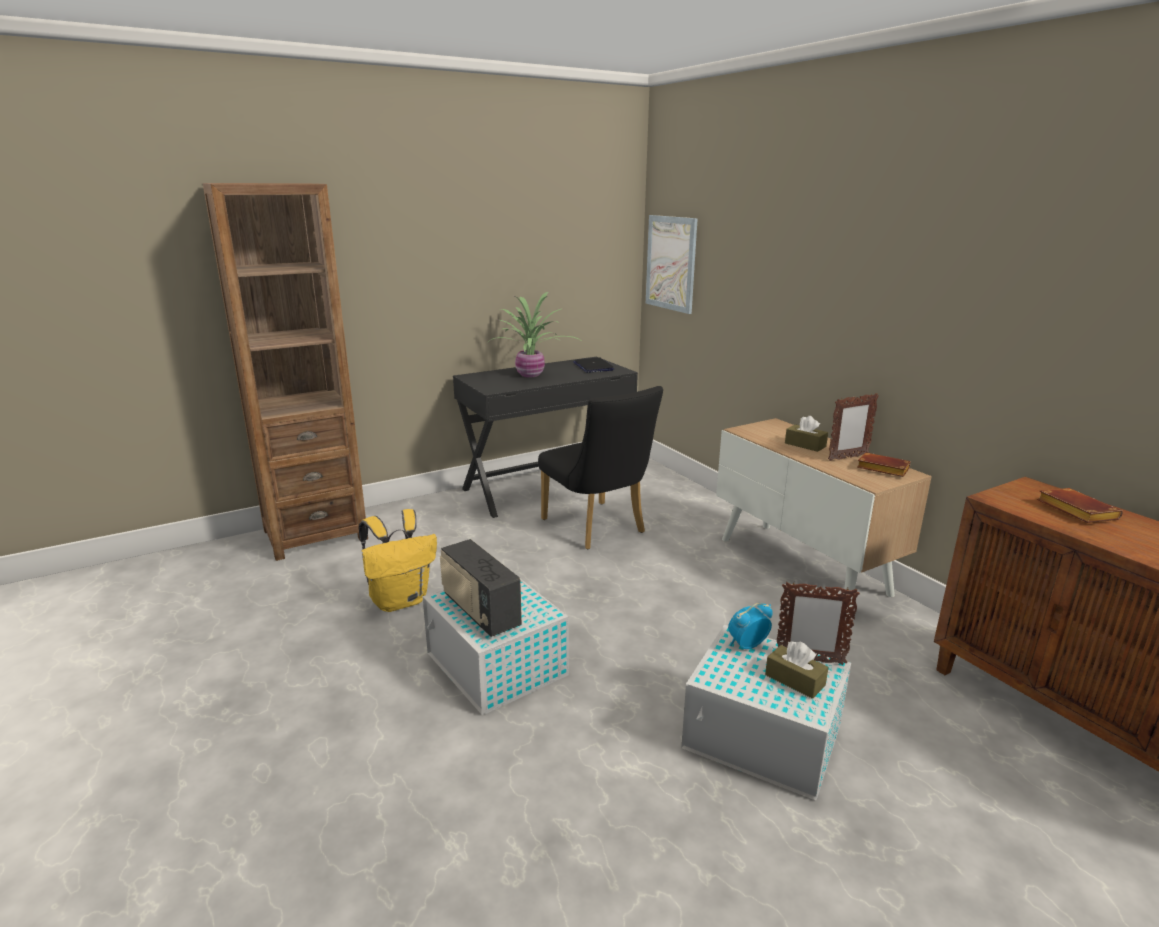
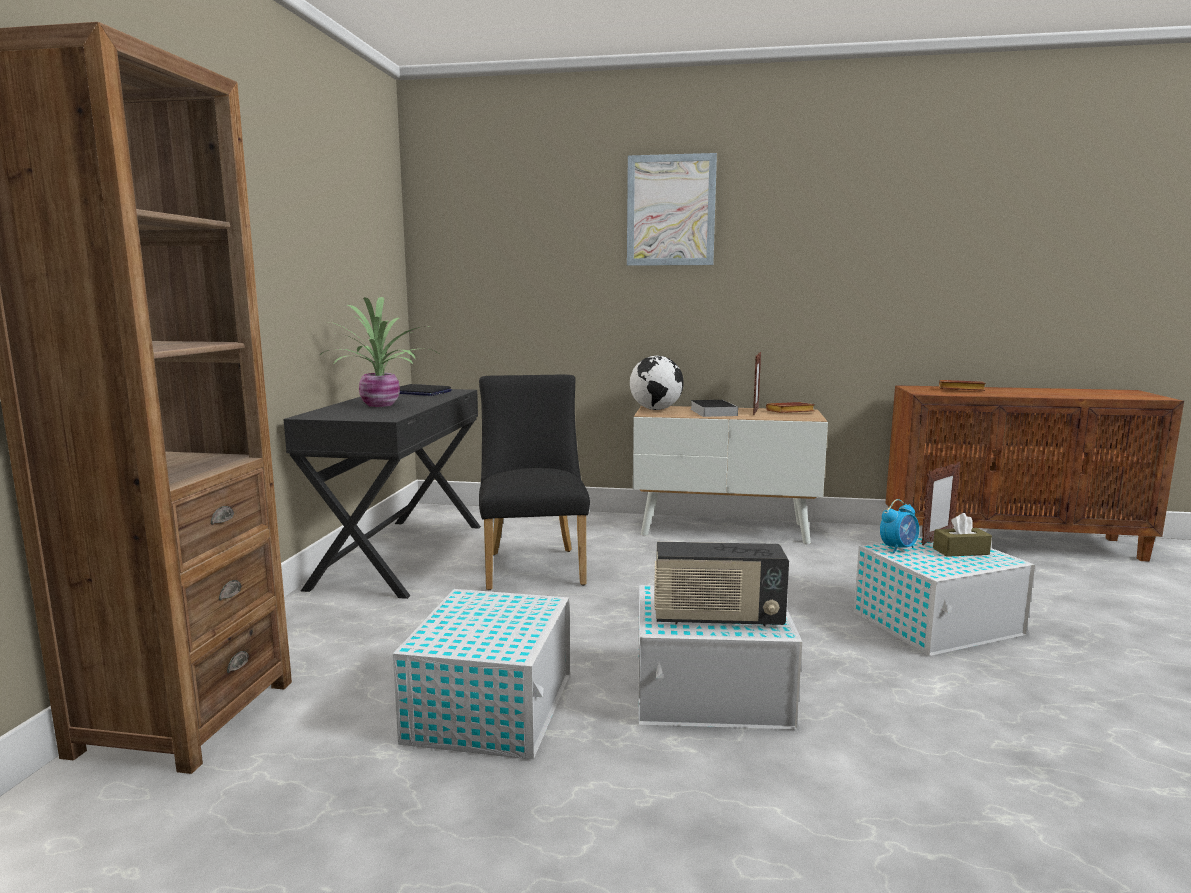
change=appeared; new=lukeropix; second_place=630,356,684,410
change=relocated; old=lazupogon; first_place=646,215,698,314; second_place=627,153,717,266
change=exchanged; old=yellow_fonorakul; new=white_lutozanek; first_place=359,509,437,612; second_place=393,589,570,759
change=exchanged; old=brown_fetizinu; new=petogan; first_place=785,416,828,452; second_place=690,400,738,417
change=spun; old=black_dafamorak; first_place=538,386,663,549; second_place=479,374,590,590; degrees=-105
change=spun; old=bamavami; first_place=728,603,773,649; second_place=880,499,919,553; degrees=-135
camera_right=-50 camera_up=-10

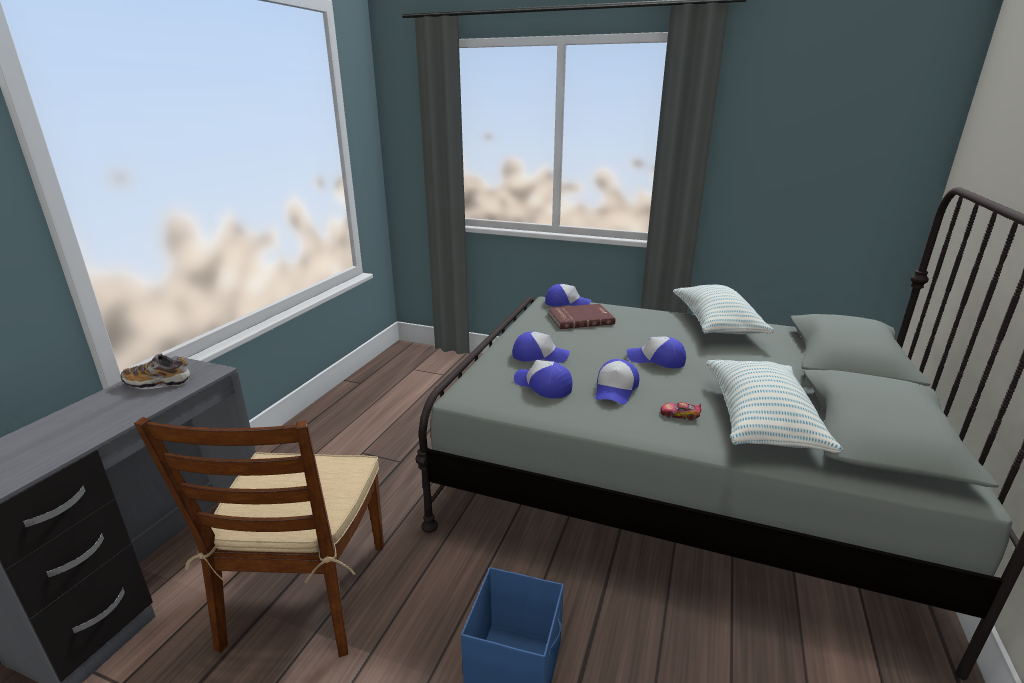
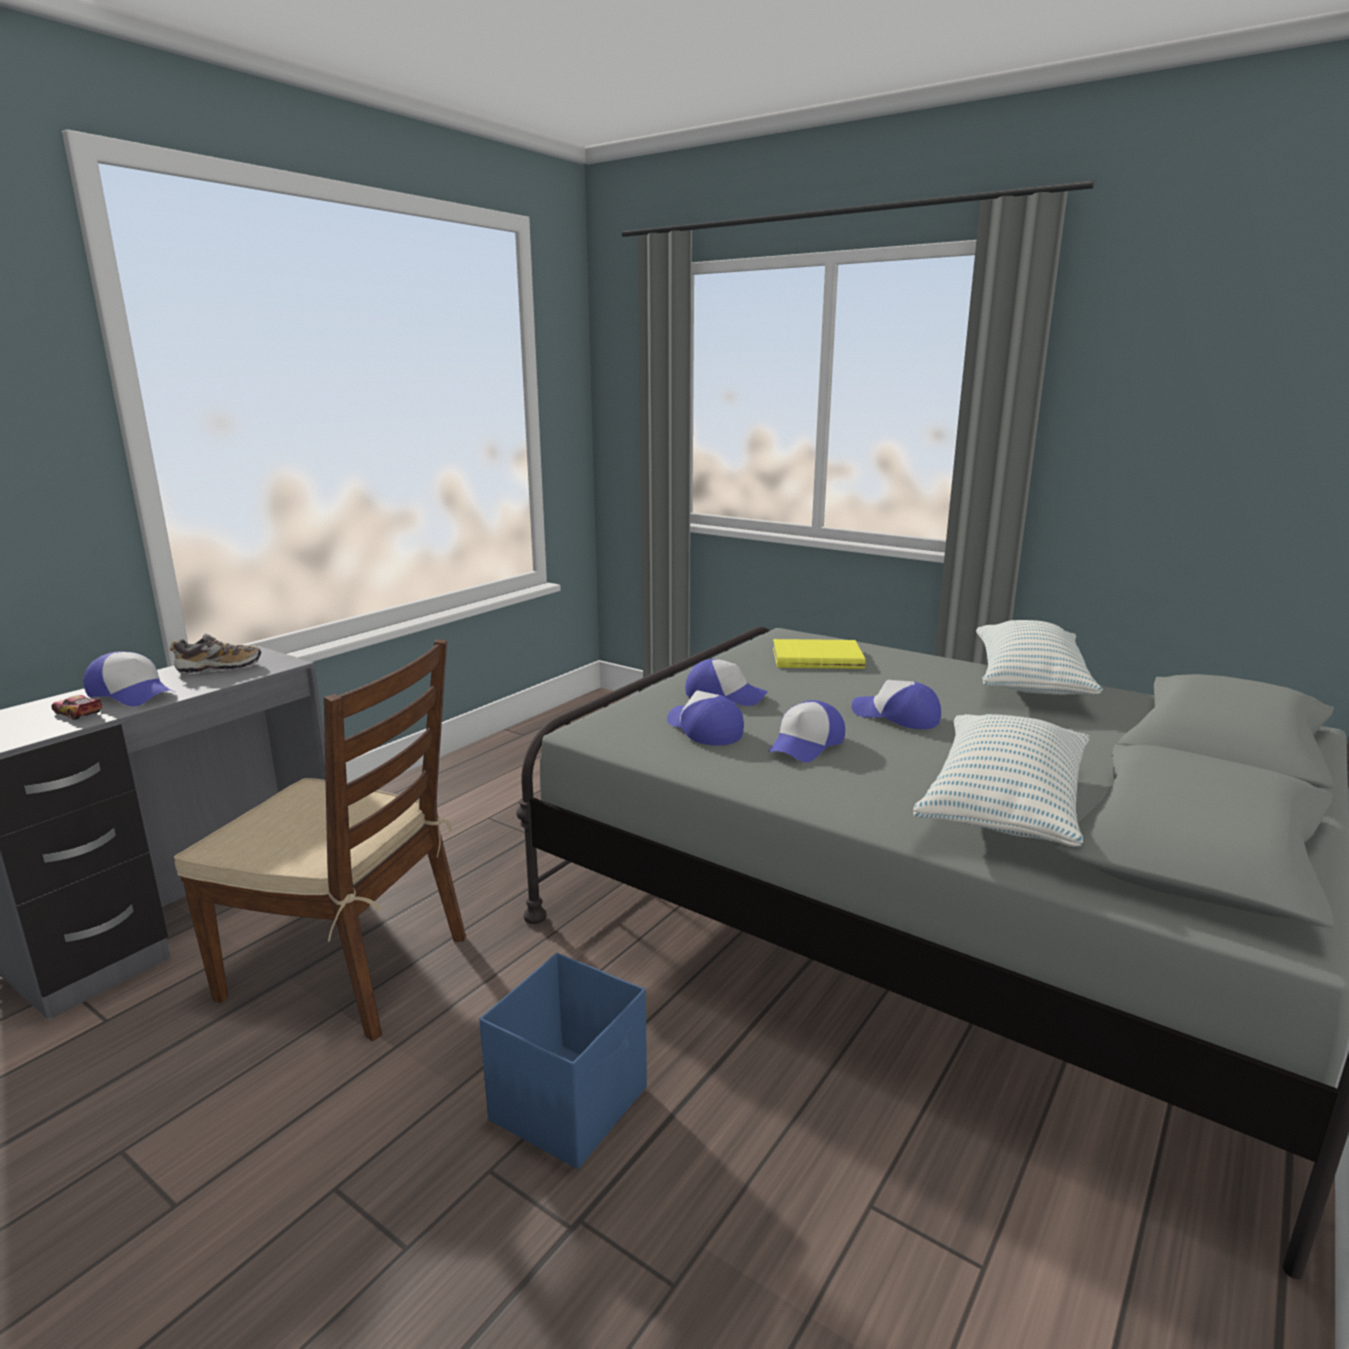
change=relocated; old=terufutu; first_place=545,284,591,307; second_place=83,651,177,706
change=relocated; old=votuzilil; first_place=660,402,702,421; second_place=52,695,102,720
change=colour; old=red_petogan; new=yellow_petogan; first_place=548,304,615,329; second_place=773,639,866,669
change=spun; old=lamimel; first_place=121,354,190,389; second_place=170,633,261,674; degrees=150
change=spun; old=brown_dafamorak; first_place=134,417,384,657; second_place=174,639,466,1041; degrees=-90
camera_right=15 camera_up=-5

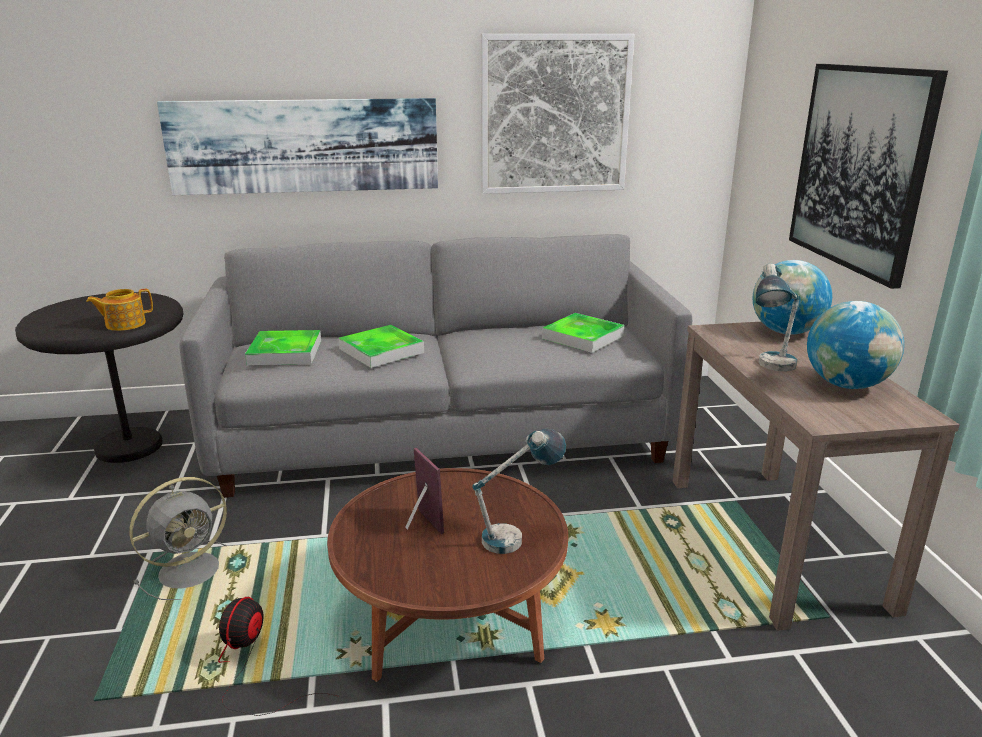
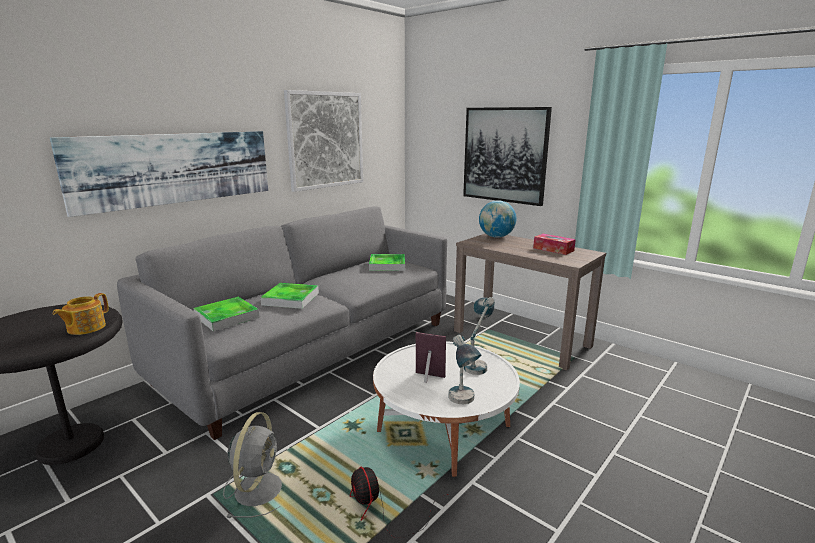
change=relocated; old=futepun; first_place=756,263,800,371; second_place=448,335,482,404
change=exchanged; old=lukeropix; new=fetizinu; first_place=807,301,904,389; second_place=533,234,576,255
change=colour; old=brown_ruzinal; new=white_ruzinal; first_place=327,468,568,682; second_place=373,341,520,477
camera_right=-40 camera_up=-5

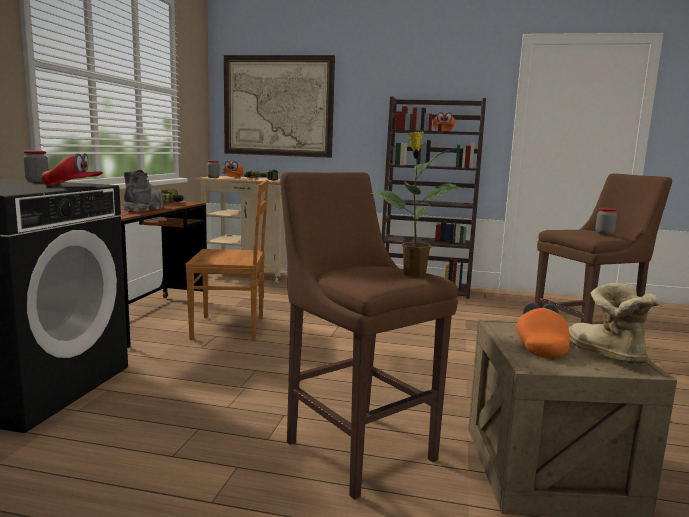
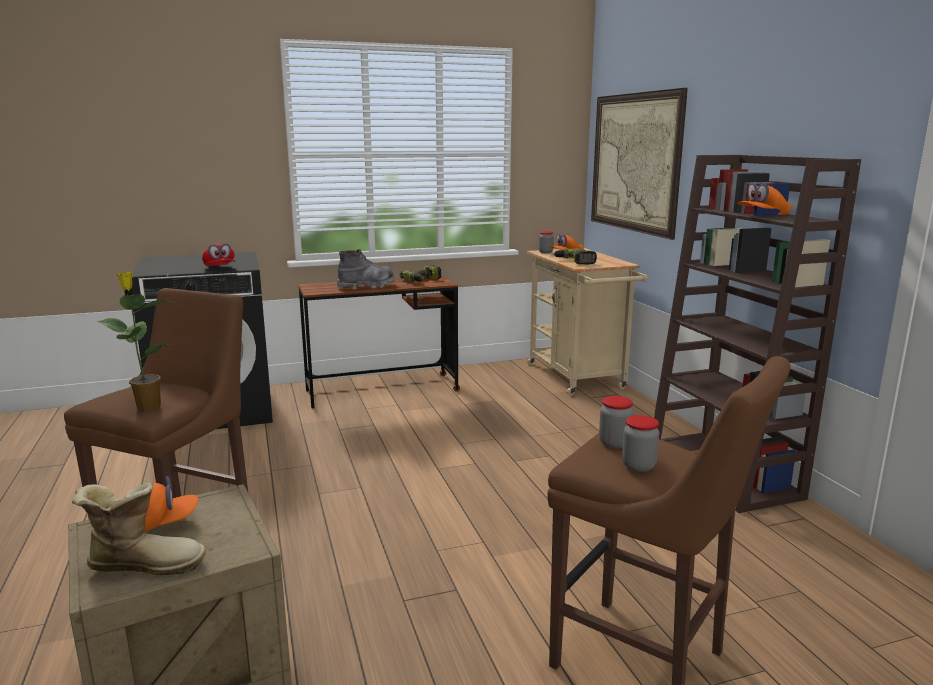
change=missing; old=brown_dafamorak; first_place=185,180,269,341
change=relocated; old=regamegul; first_place=23,150,49,182; second_place=599,396,633,448
change=spun; old=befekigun; first_place=568,283,660,364; second_place=72,483,206,575; degrees=45
camera_right=60 camera_up=5

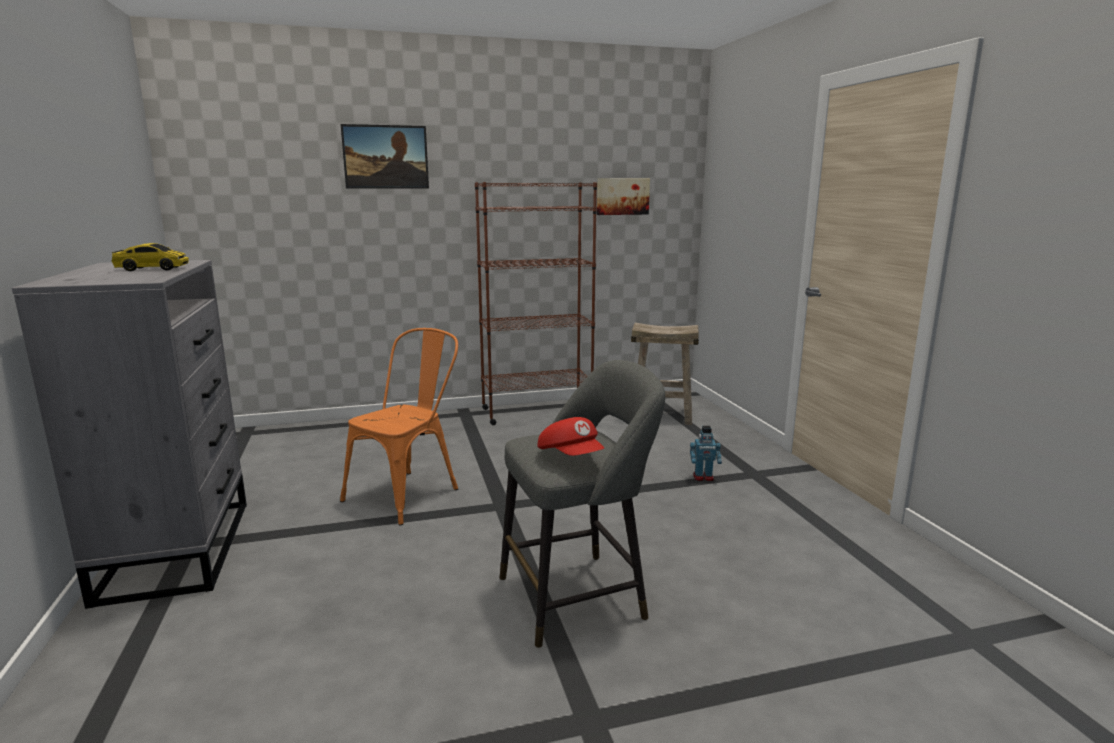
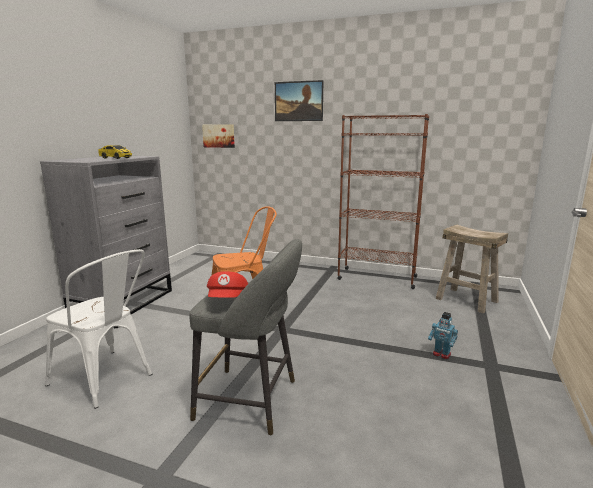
change=appeared; new=white_dafamorak; second_place=45,249,152,409
change=relocated; old=lazupogon; first_place=597,178,650,215; second_place=202,124,235,148
camera_right=35 camera_up=0

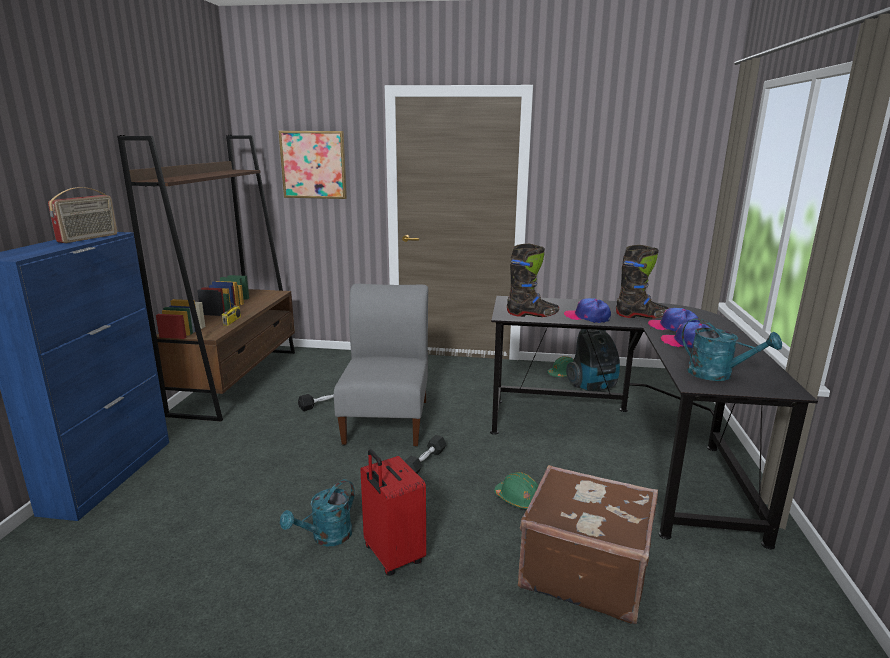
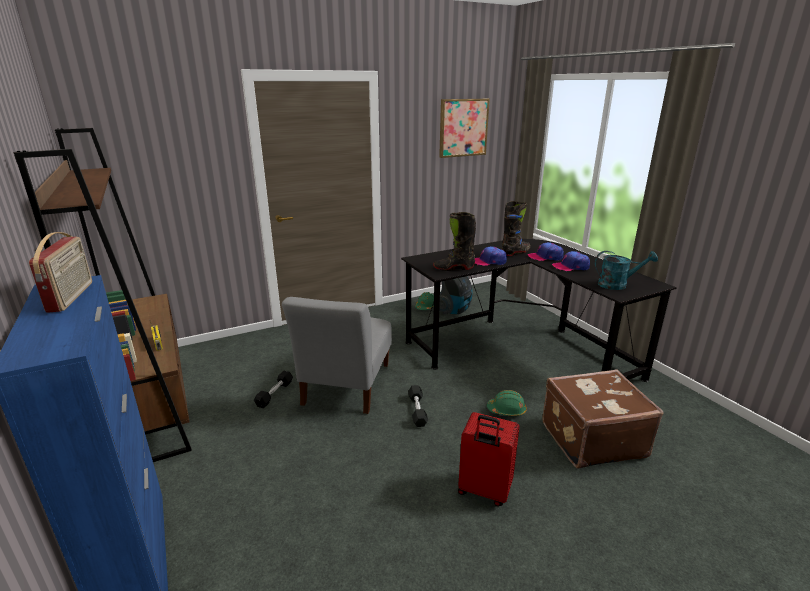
change=missing; old=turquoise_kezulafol; first_place=280,479,355,547
change=relocated; old=lazupogon; first_place=278,131,347,199; second_place=439,99,490,158
change=spun; old=grey_dafamorak; first_place=334,284,428,446; second_place=282,297,392,414; degrees=-135
change=spun; old=black_befekigun; first_place=507,244,559,317; second_place=433,212,476,271; degrees=-150
camera_right=-35 camera_up=5

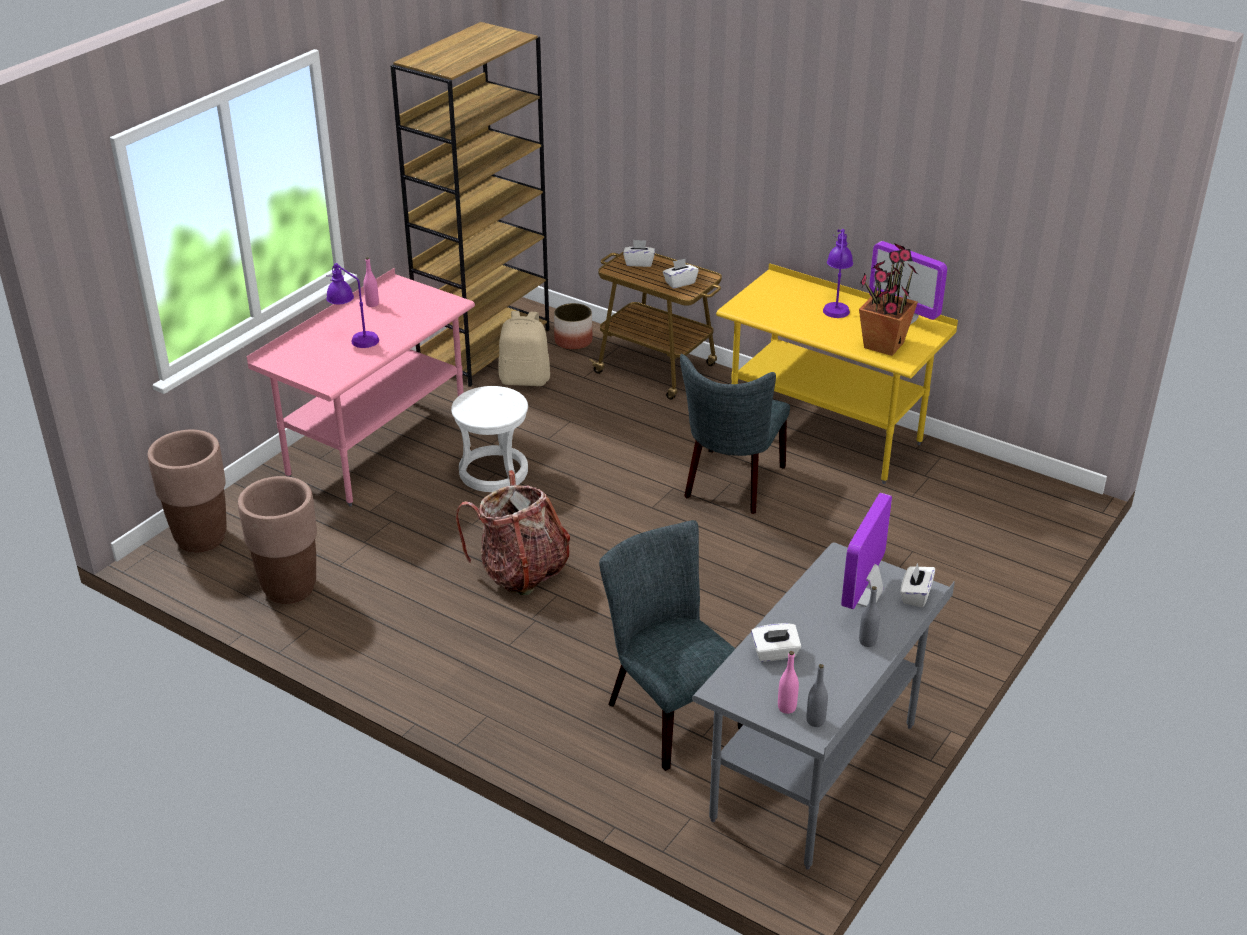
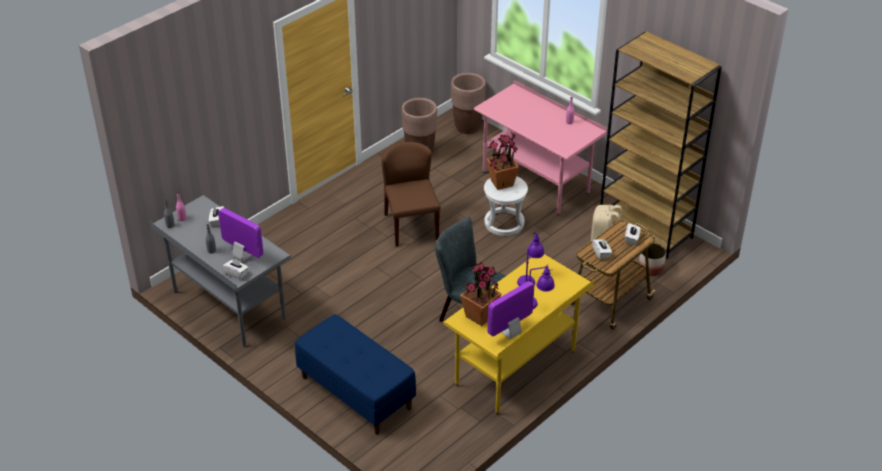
change=missing; old=grey_dafamorak; first_place=599,520,743,771
change=appeared; new=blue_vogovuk; second_place=295,314,416,435
change=appeared; new=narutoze; second_place=486,132,519,190
change=relocated; old=purple_futepun; first_place=326,263,379,348; second_place=517,232,545,286
change=exchanged; old=fonorakul; new=brown_dafamorak; first_place=456,470,570,595; second_place=382,142,441,246
camera_right=100 camera_up=5

